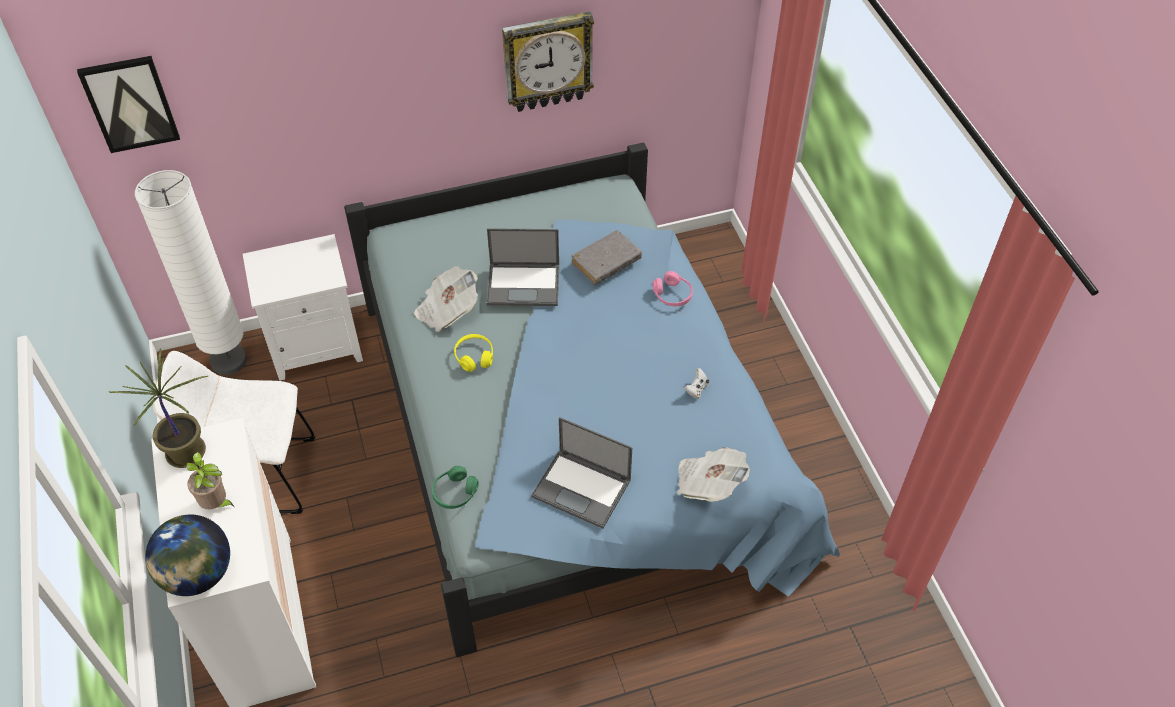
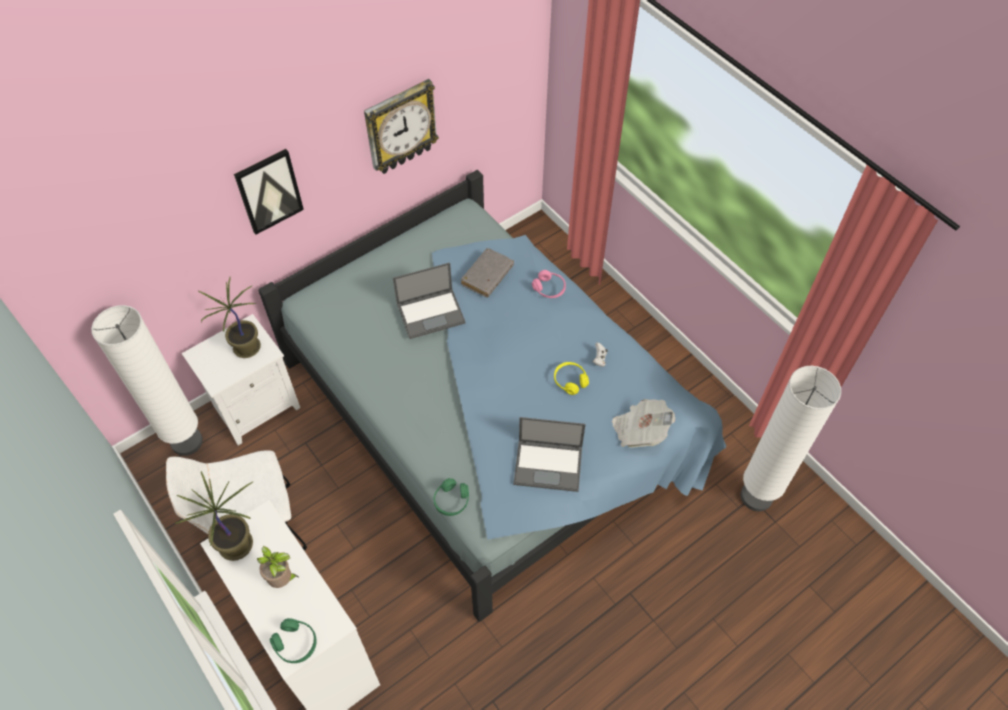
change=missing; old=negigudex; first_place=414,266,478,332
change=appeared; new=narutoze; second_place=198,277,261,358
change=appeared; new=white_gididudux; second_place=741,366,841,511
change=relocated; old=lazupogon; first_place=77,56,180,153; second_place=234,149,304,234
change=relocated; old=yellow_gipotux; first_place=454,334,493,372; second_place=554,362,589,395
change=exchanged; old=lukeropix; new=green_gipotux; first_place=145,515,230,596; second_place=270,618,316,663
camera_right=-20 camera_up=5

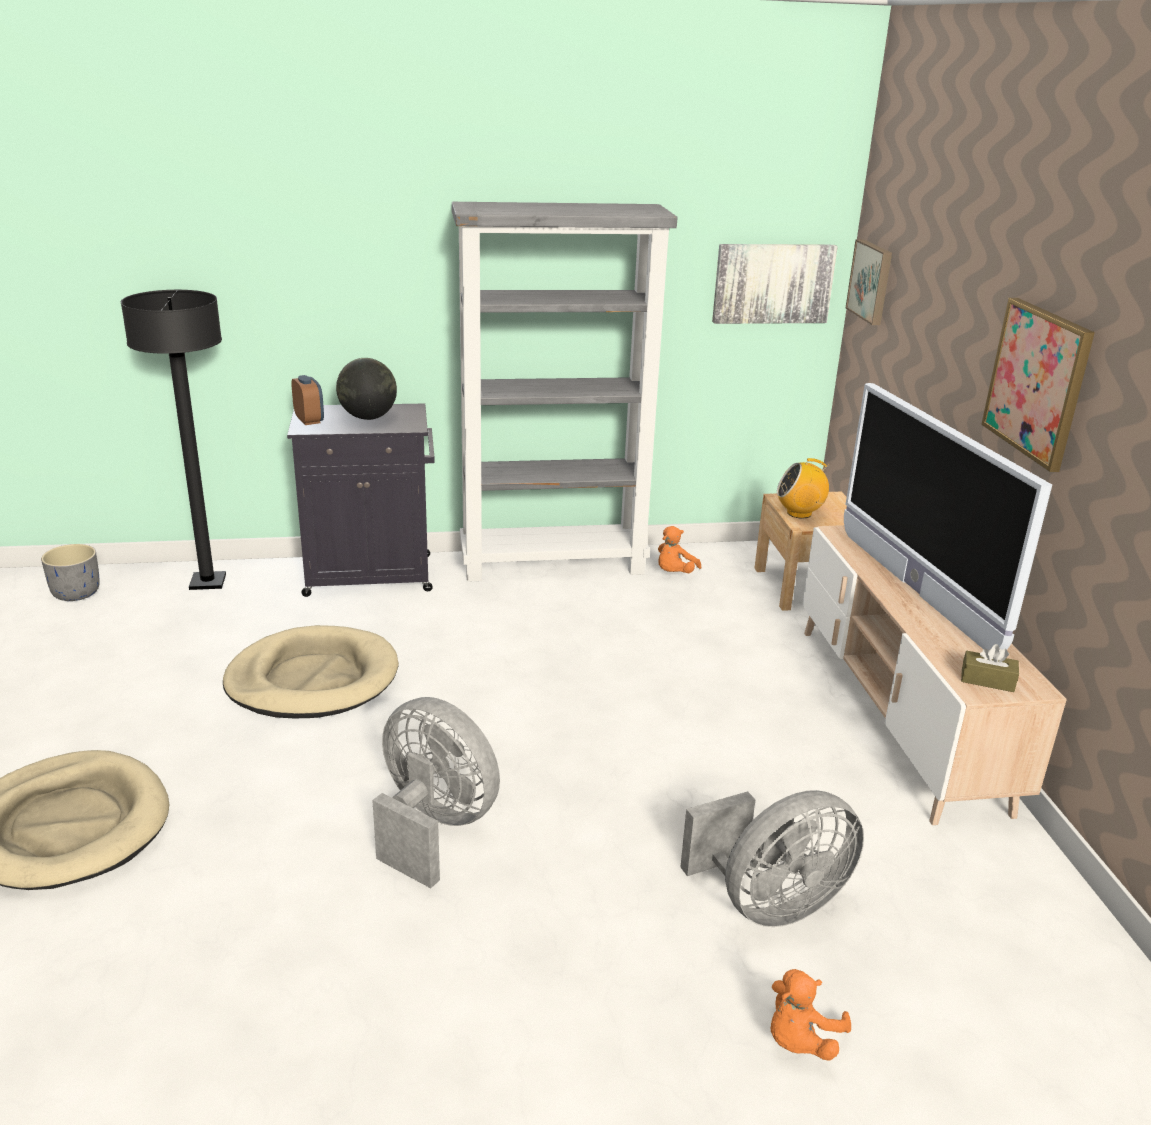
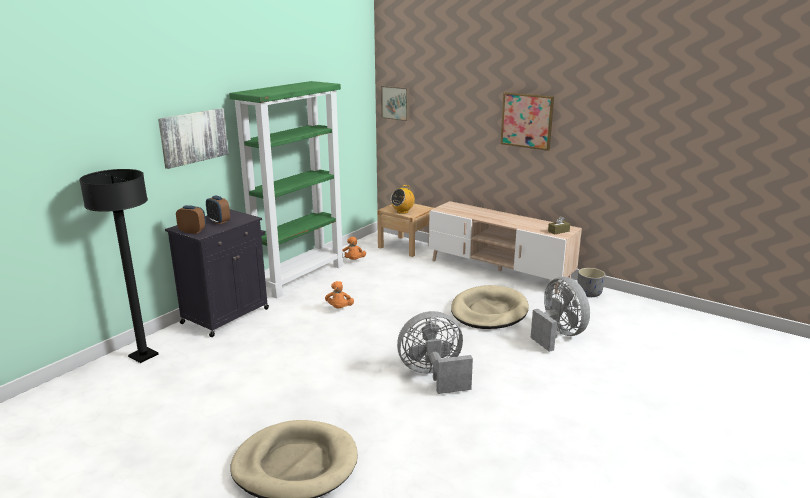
change=missing; old=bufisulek; first_place=844,383,1052,650
change=relocated; old=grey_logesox; first_place=41,544,100,601; second_place=577,268,606,297
change=relocated; old=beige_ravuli; first_place=223,625,399,718; second_place=451,285,529,329
change=relocated; old=lazupogon; first_place=712,244,838,324; second_place=158,108,229,169
change=relocated; old=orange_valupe; first_place=771,969,851,1061; second_place=325,281,354,308
change=exchanged; old=lukeropix; new=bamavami; first_place=336,358,397,420; second_place=206,196,230,224
change=colour; old=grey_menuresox; new=green_menuresox; first_place=452,202,678,582; second_place=229,81,345,299
change=spun; old=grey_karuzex; first_place=680,790,864,927; second_place=531,277,590,352; degrees=-45
camera_right=-45 camera_up=-5

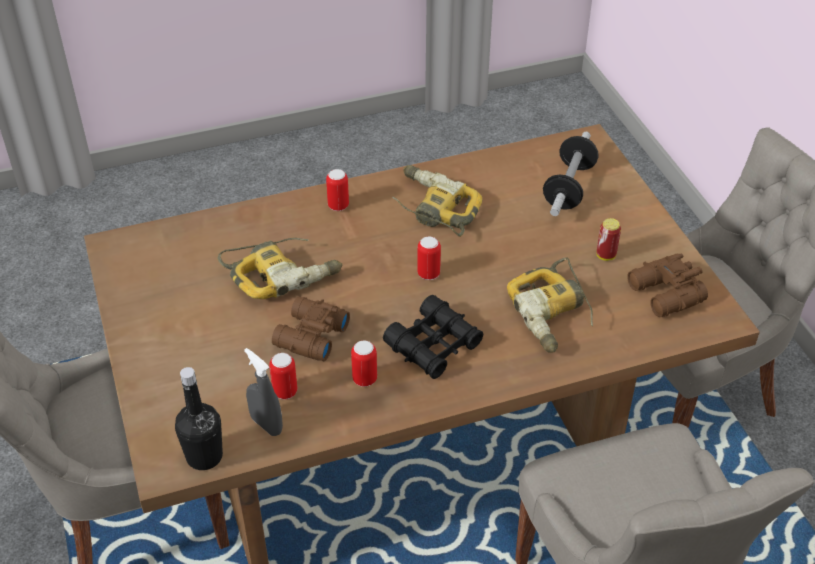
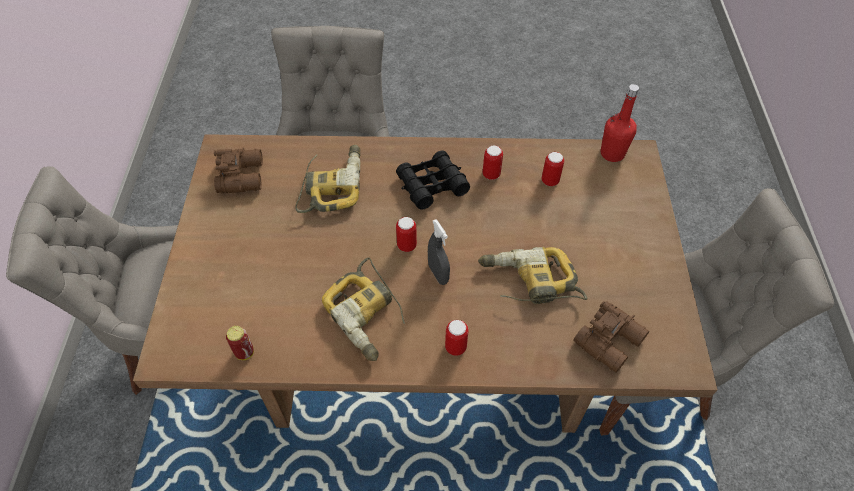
change=missing; old=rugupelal; first_place=543,132,598,216
change=relocated; old=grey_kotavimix; first_place=244,348,283,436; second_place=428,219,450,285
change=relocated; old=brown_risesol; first_place=272,297,350,361; second_place=573,301,649,373
change=relocated; old=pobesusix; first_place=596,218,621,261; second_place=226,326,254,360
change=colour; old=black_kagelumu; new=red_kagelumu; first_place=175,367,223,470; second_place=600,84,639,162
camera_right=-160 camera_up=10

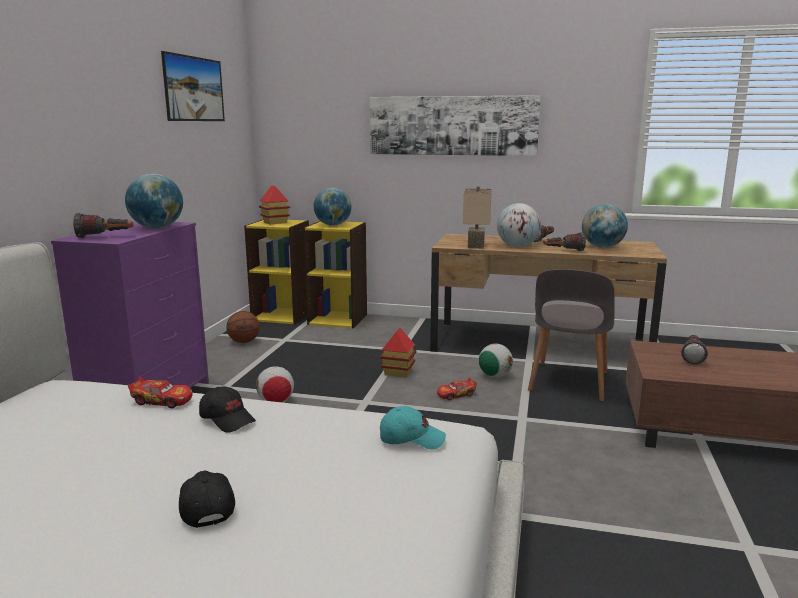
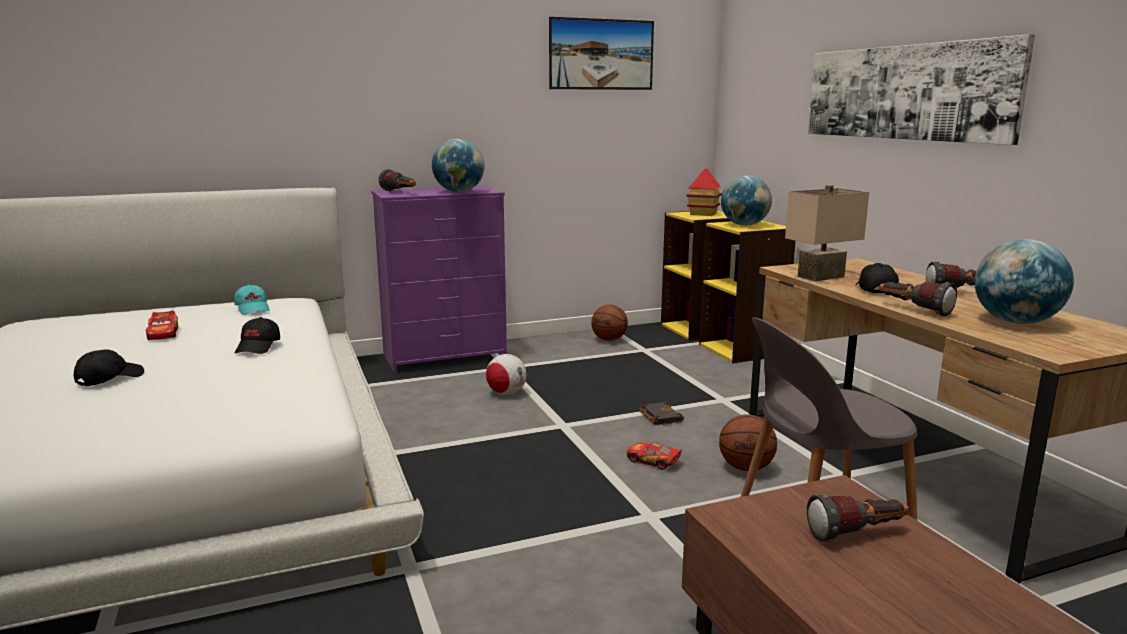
change=relocated; old=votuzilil; first_place=128,377,193,408; second_place=146,311,178,340
change=relocated; old=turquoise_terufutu; first_place=380,406,446,450; second_place=234,284,270,315
change=exchanged; old=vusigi; new=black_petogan; first_place=380,328,416,378; second_place=639,402,684,425
change=exchanged; old=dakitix; new=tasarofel; first_place=479,344,513,378; second_place=719,414,777,471
change=exchanged; old=lukeropix; new=black_terufutu; first_place=497,203,541,247; second_place=855,263,899,293
camera_right=55 camera_up=0

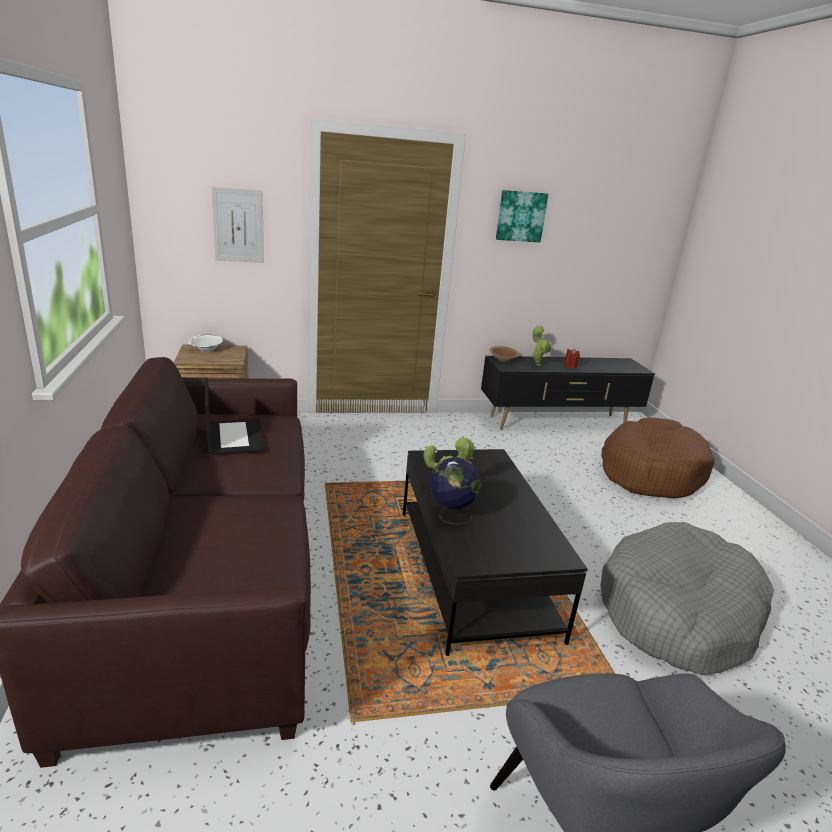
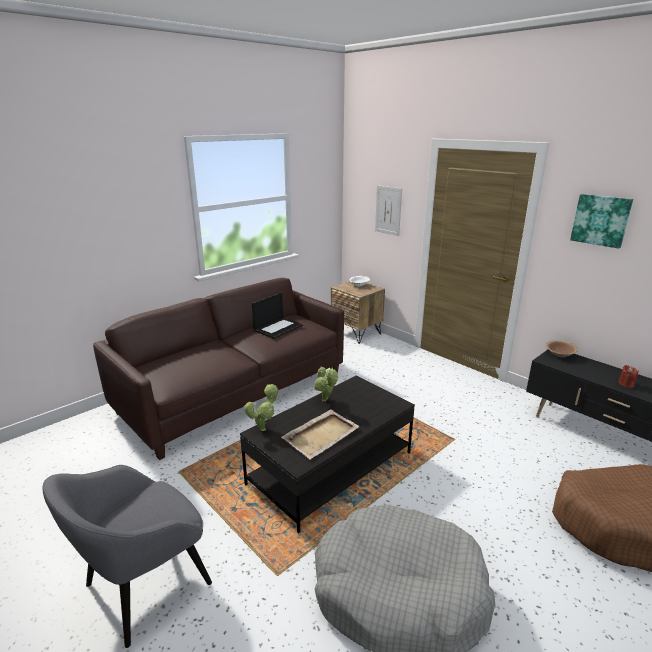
change=missing; old=lukeropix; first_place=429,457,481,525
change=appeared; new=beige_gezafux; second_place=281,409,360,459
change=relocated; old=narutoze; first_place=532,325,551,366; second_place=245,384,278,431
camera_right=60 camera_up=0

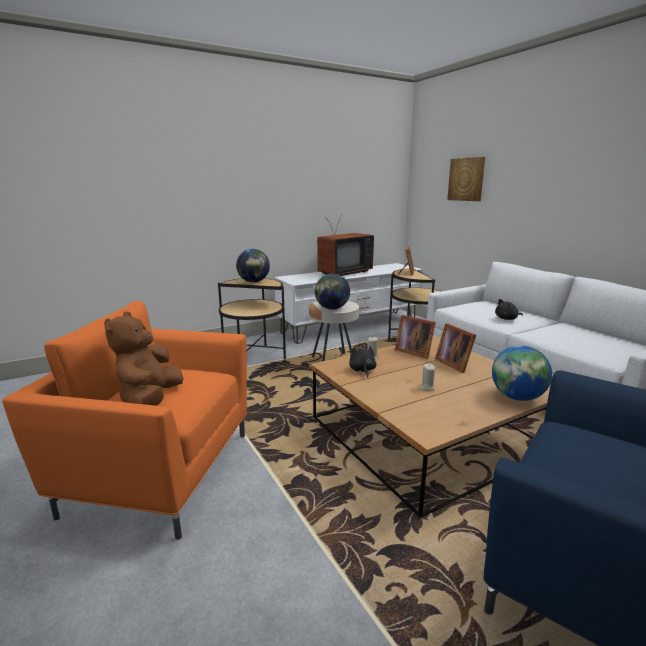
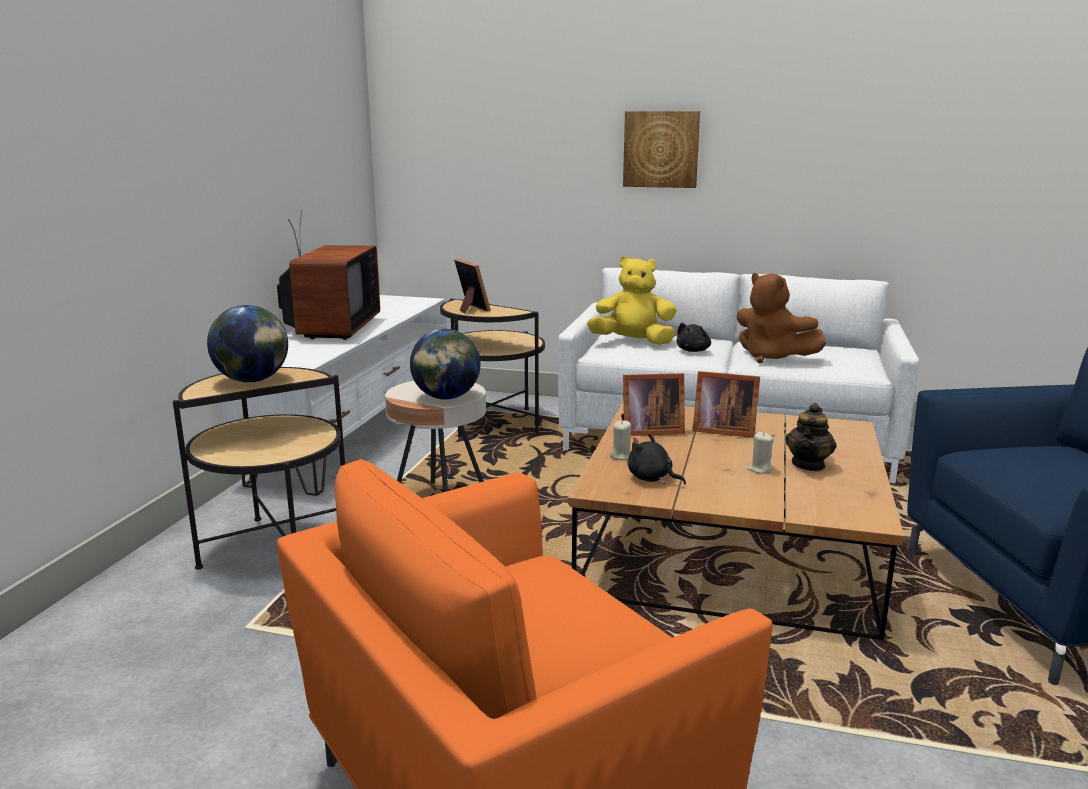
change=missing; old=lukeropix; first_place=492,345,552,401
change=appeared; new=yellow_valupe; second_place=587,256,676,345
change=appeared; new=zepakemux; second_place=785,403,837,471
change=relocated; old=brown_valupe; first_place=104,311,184,406; second_place=737,273,826,363
change=relocated; old=lazupogon; first_place=447,157,485,201; second_place=623,111,700,188
camera_right=-45 camera_up=0

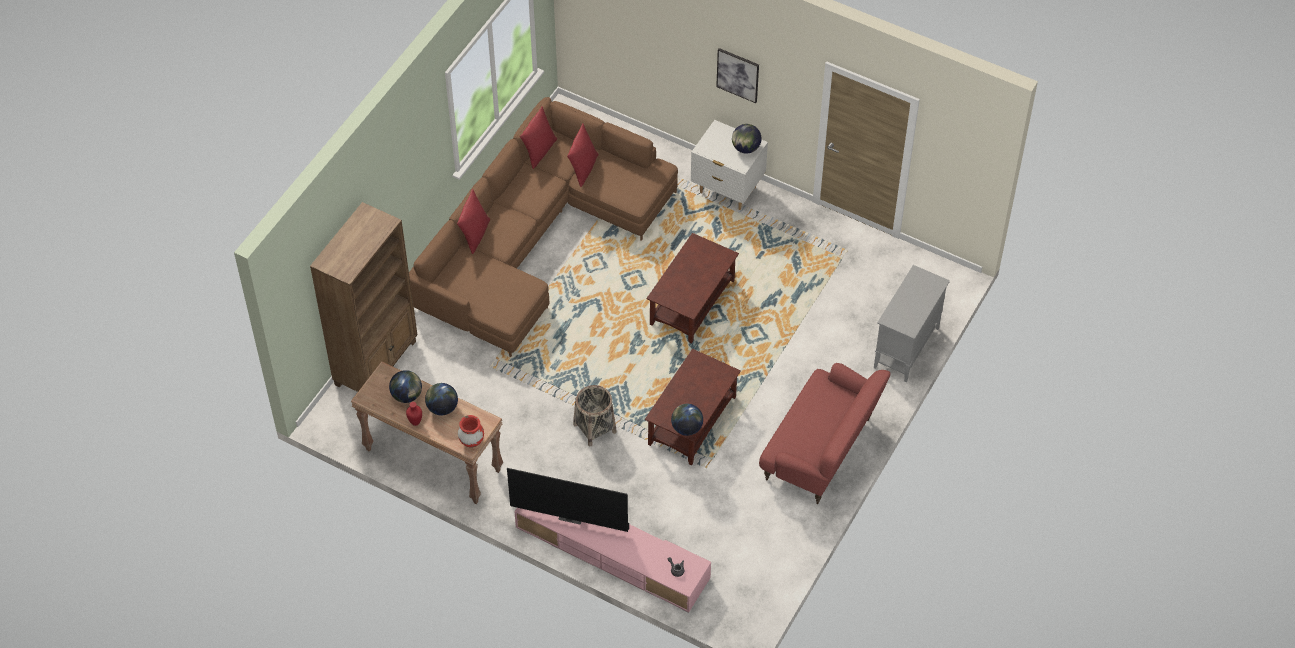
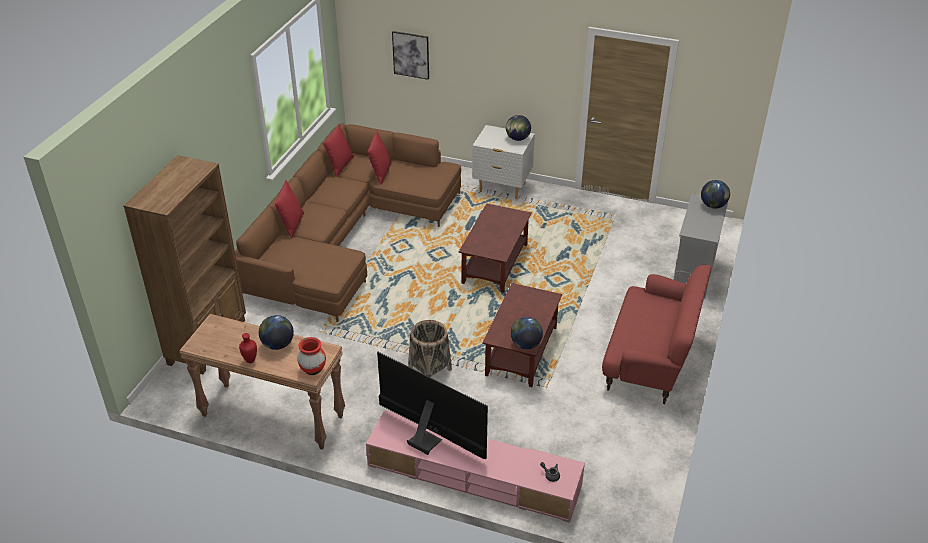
change=relocated; old=lukeropix; first_place=389,370,422,403; second_place=701,180,730,209
change=relocated; old=lazupogon; first_place=716,48,759,103; second_place=392,31,429,80
change=spun; old=bufisulek; first_place=507,468,629,532; second_place=377,352,488,459; degrees=-150
camera_right=-10 camera_up=-15

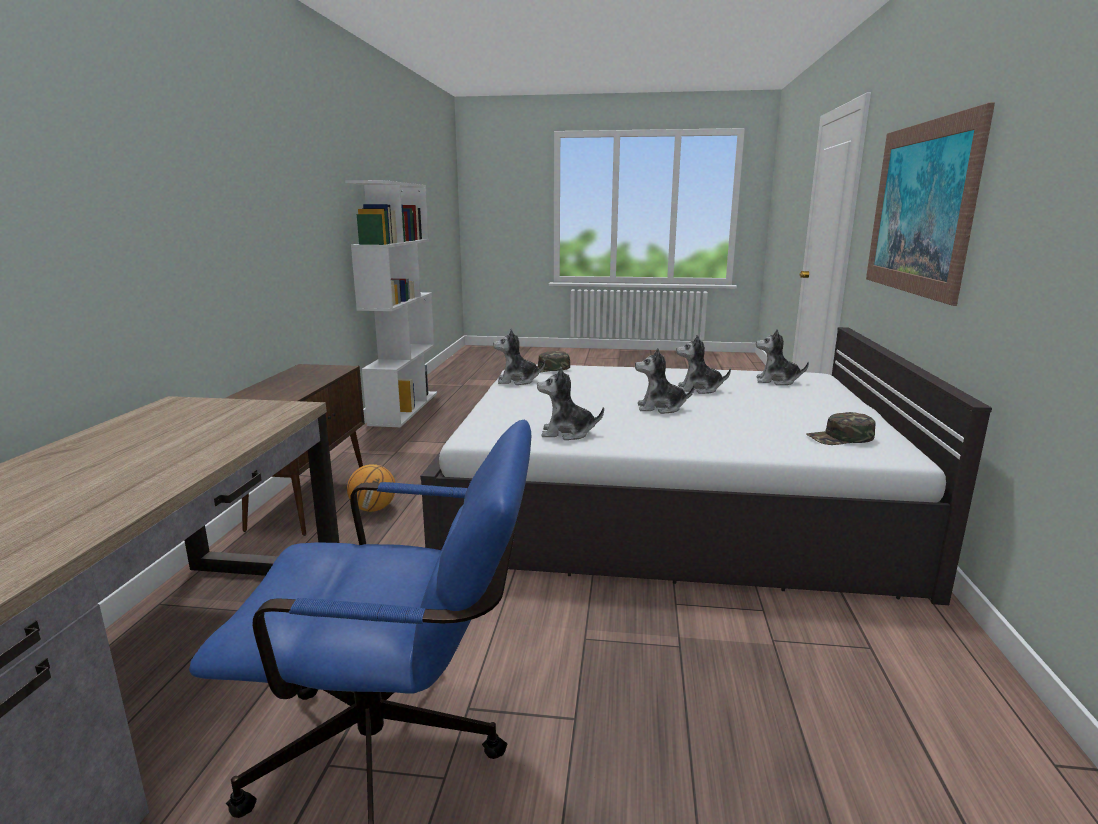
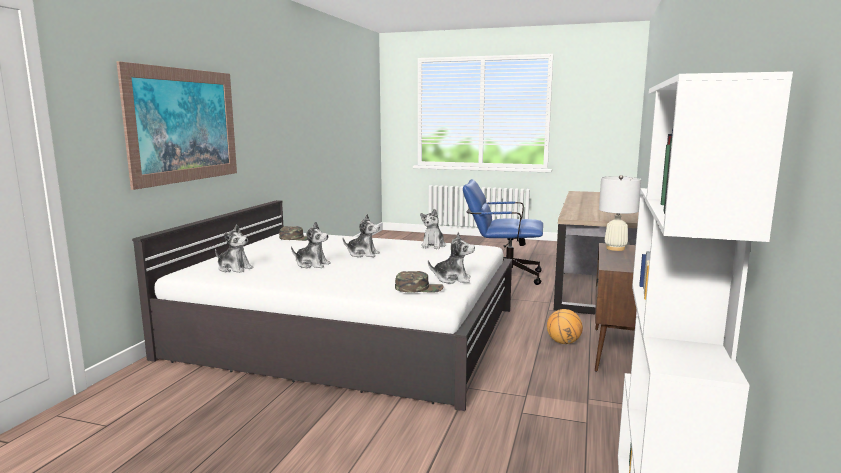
change=appeared; new=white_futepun; second_place=599,175,641,251
change=spun; old=valupe; first_place=537,366,604,440; second_place=420,209,445,249; degrees=90
camera_right=-170 camera_up=-5

